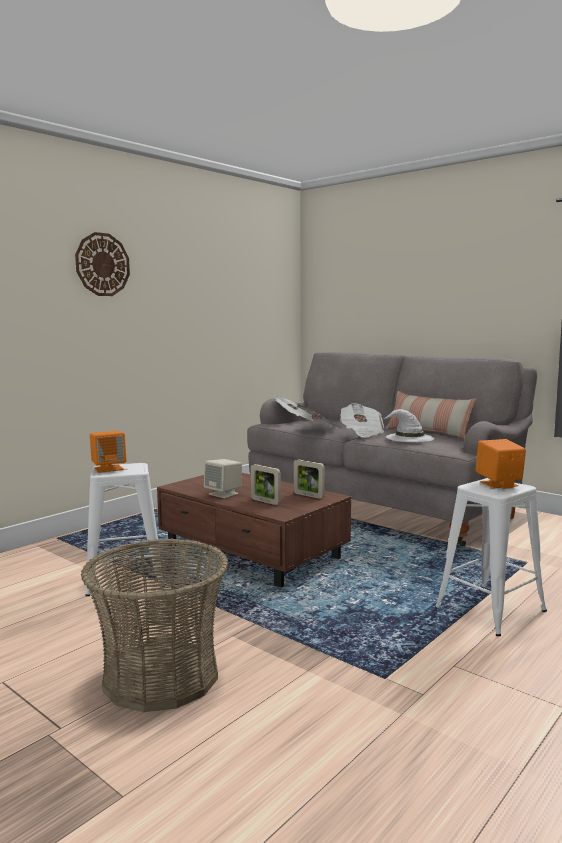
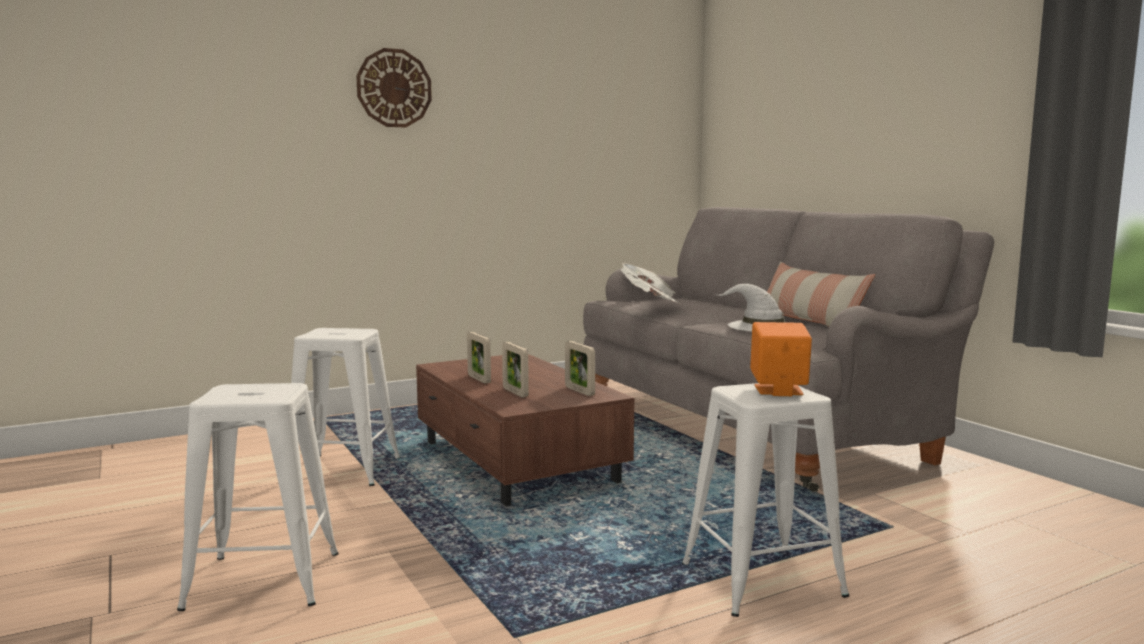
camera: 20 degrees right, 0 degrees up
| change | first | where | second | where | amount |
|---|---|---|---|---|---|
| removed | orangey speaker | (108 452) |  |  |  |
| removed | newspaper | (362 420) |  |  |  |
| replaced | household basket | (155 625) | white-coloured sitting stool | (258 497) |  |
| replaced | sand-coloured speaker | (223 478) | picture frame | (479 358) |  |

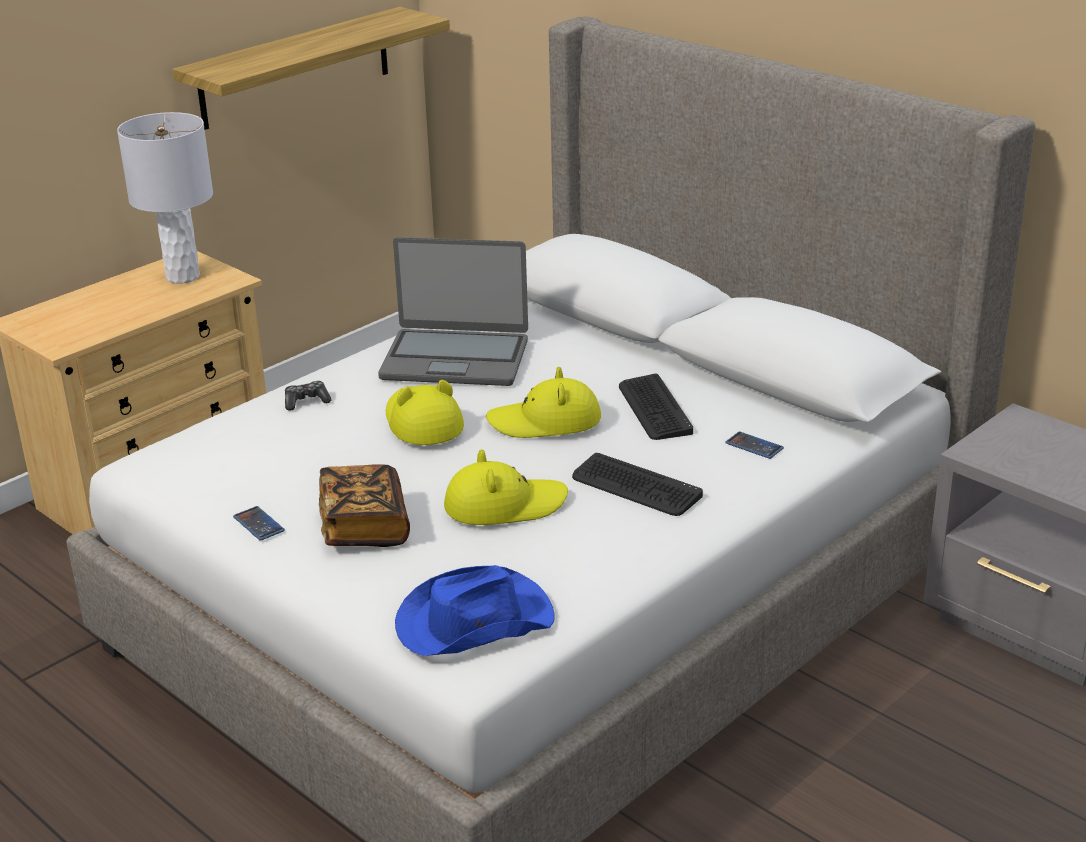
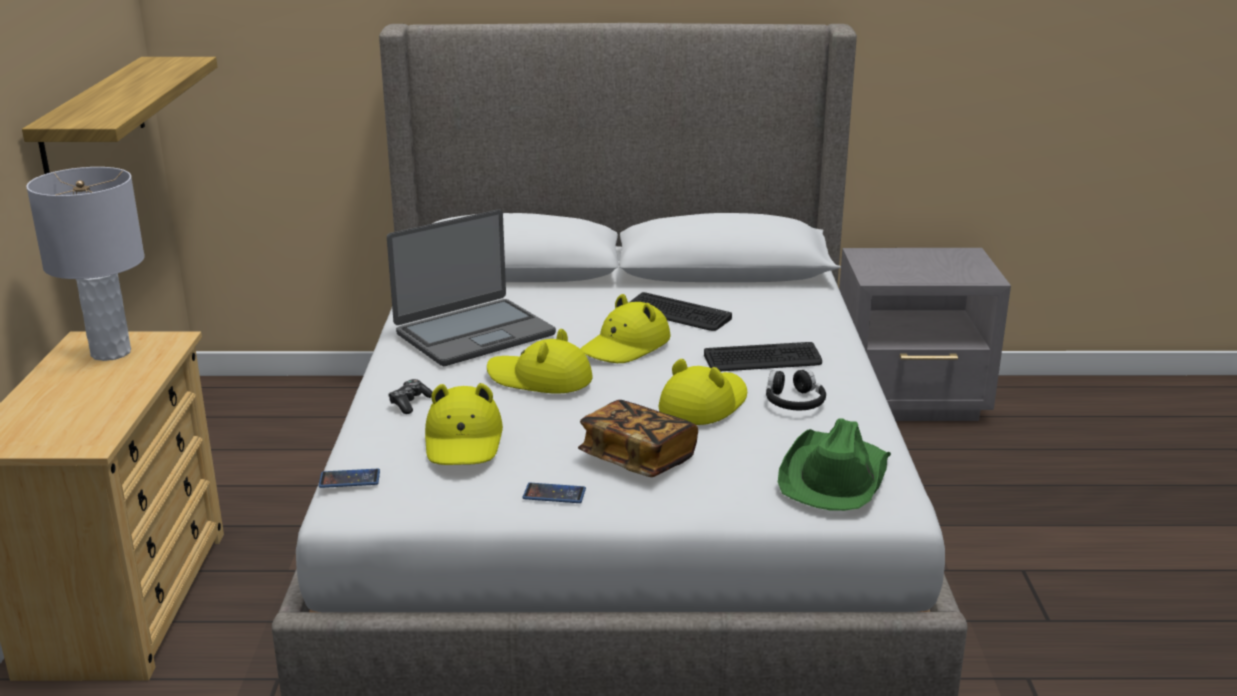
camera: 45 degrees left, 5 degrees down
| change | first | where | second | where | amount |
|---|---|---|---|---|---|
| added |  |  | yellowish hat | (464 424) |  |
| added |  |  | black headphones | (796 389) |  |
| moved | telephone | (754 445) |  | (349 478) |  |
| recoloured | blue hat | (475 610) | green-coloured hat | (834 464) |  |

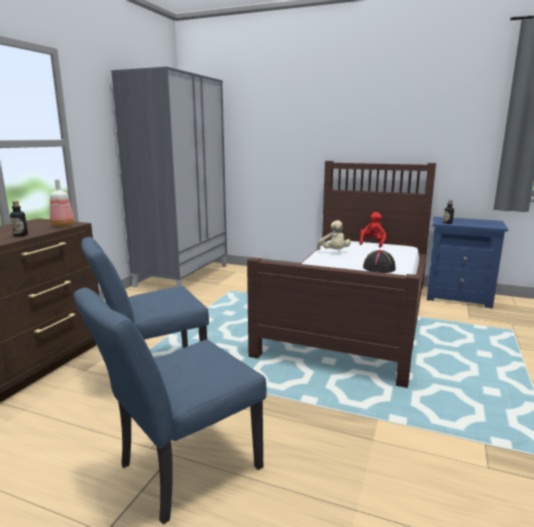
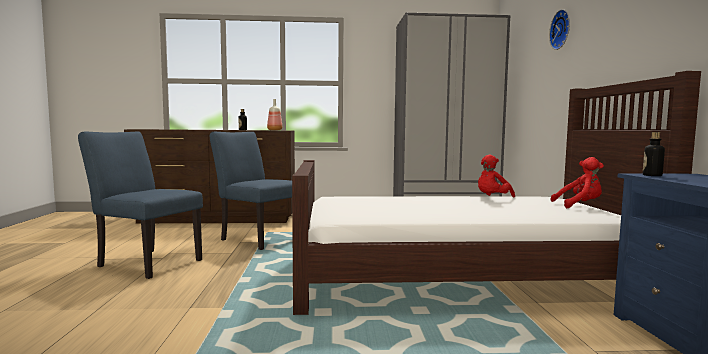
camera: 65 degrees right, 10 degrees down
| change | first | where | second | where | amount |
|---|---|---|---|---|---|
| removed | black hat | (379 261) |  |  |  |
| added |  |  | hanging clock | (559 29) |  |
| recoloured | sand-coloured soft toy | (334 235) | red-coloured soft toy | (496 176) |  |

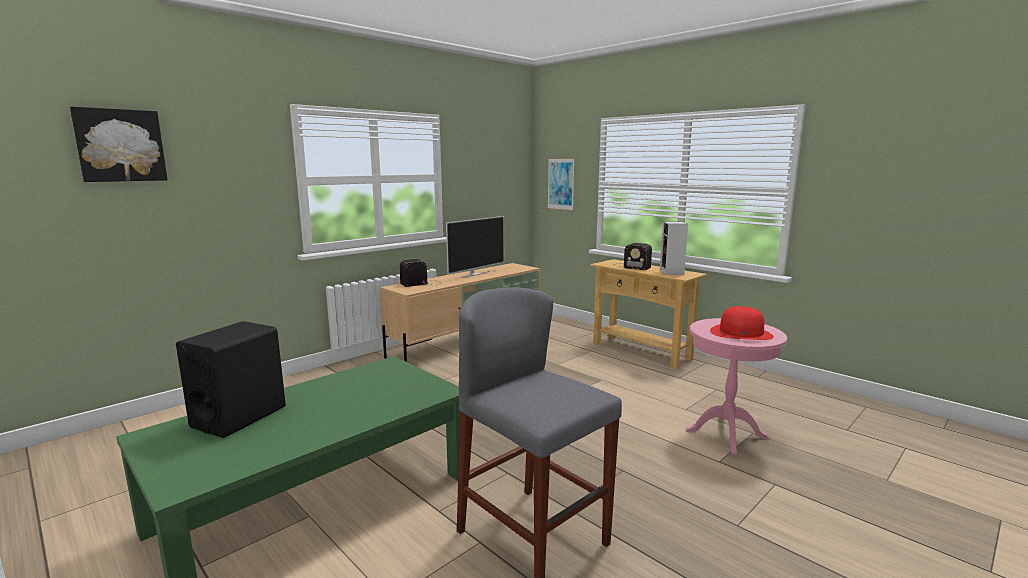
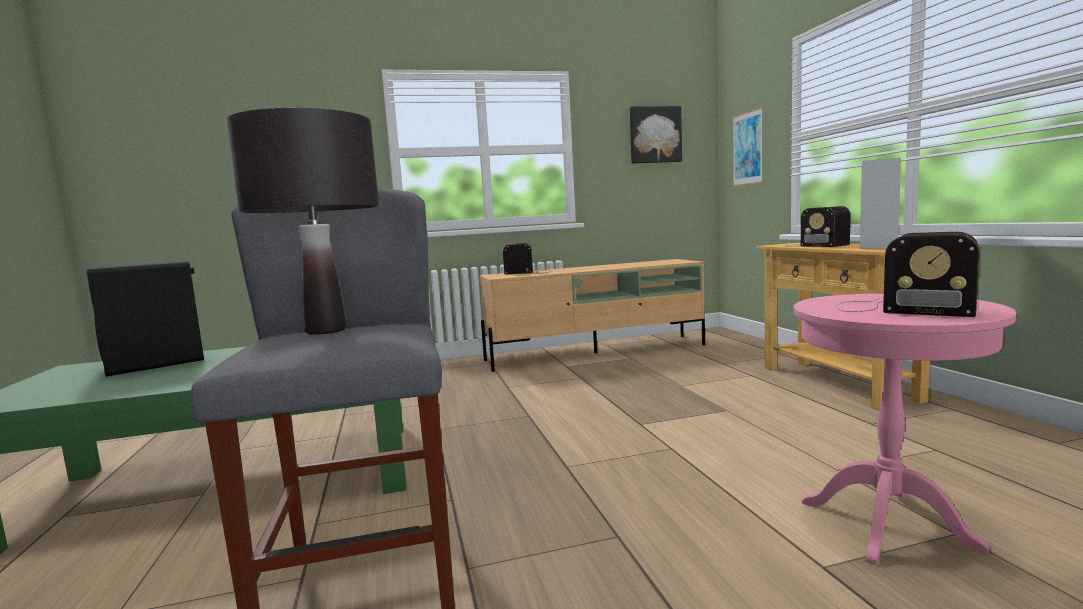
camera: 30 degrees right, 5 degrees down
| change | first | where | second | where | amount |
|---|---|---|---|---|---|
| removed | television | (475 247) |  |  |  |
| added |  |  | black lamp for a table | (302 221) |  |
| moved | wall art | (119 144) |  | (656 135) |  |
| replaced | red-coloured hat | (742 323) | radio set | (908 274) |  |

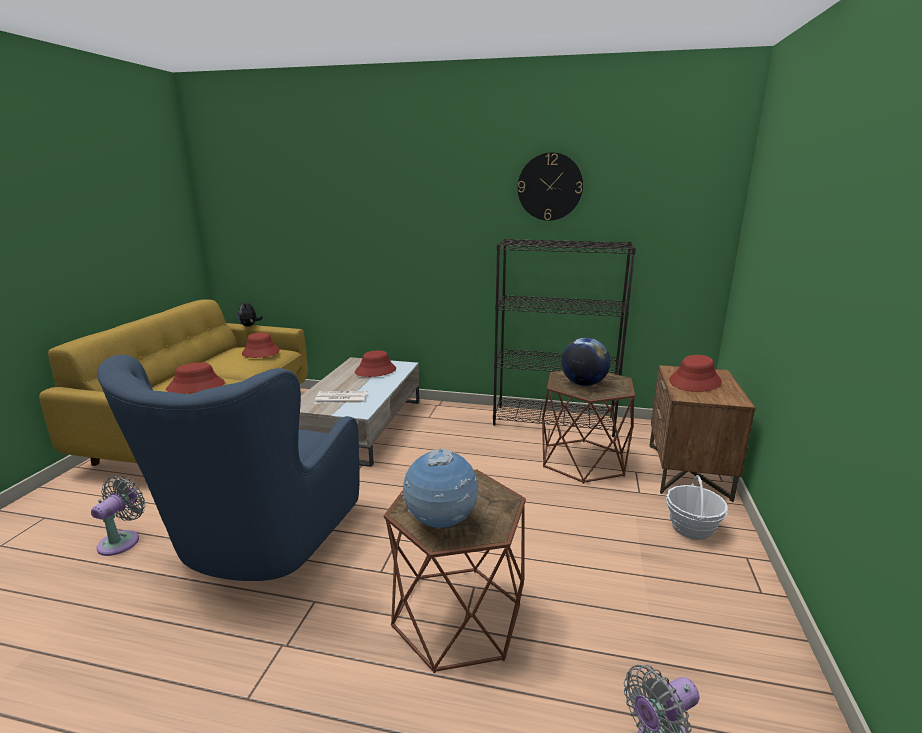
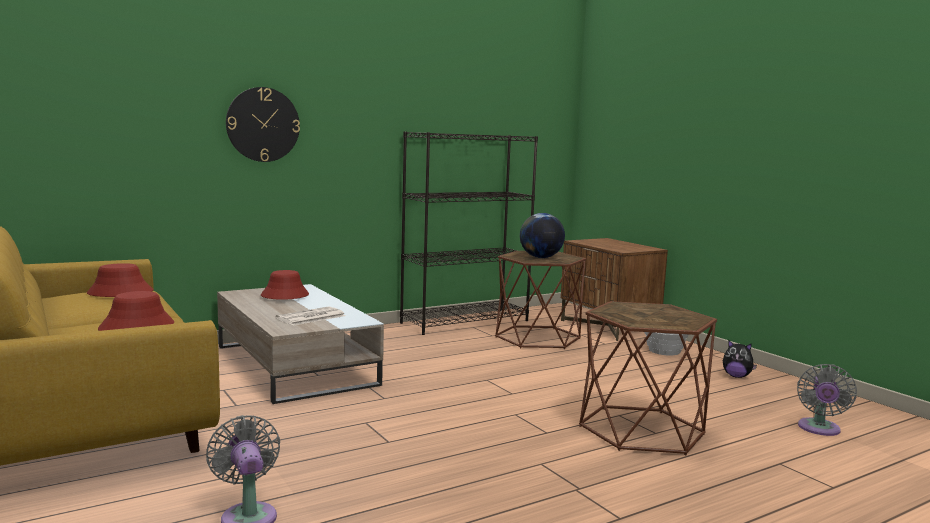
camera: 45 degrees left, 10 degrees down
| change | first | where | second | where | amount |
|---|---|---|---|---|---|
| removed | blue easy chair | (228 468) |  |  |  |
| removed | desk globe | (439 488) |  |  |  |
| removed | red-coloured hat | (695 373) |  |  |  |
| moved | soft toy | (250 313) |  | (740 359) |  |
| moved | hanging clock | (550 186) |  | (263 124) |  |

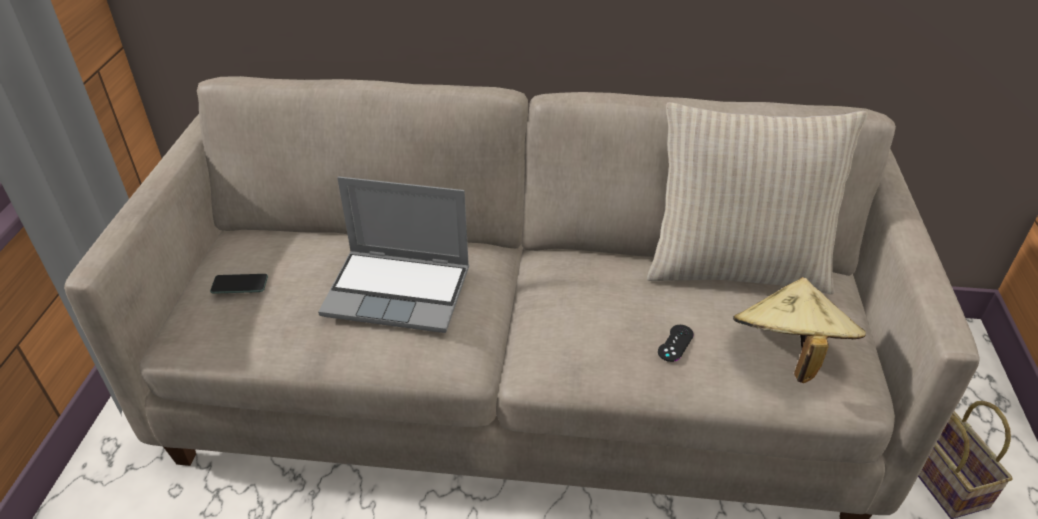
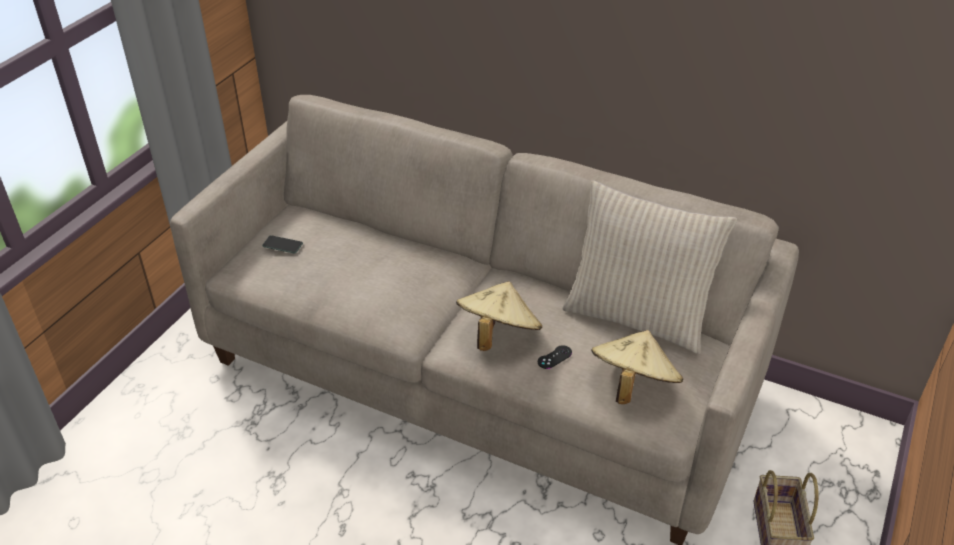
camera: 20 degrees right, 0 degrees up
| change | first | where | second | where | amount |
|---|---|---|---|---|---|
| removed | portable computer | (393 255) |  |  |  |
| added |  |  | sand-coloured hat | (499 316) |  |

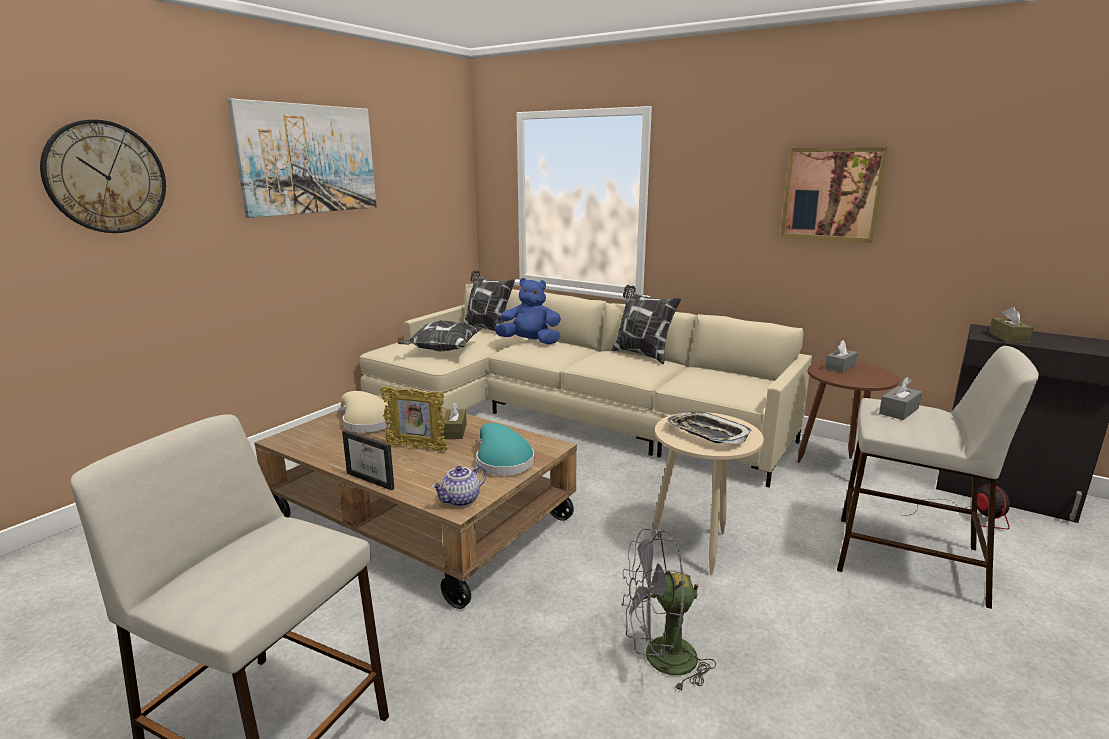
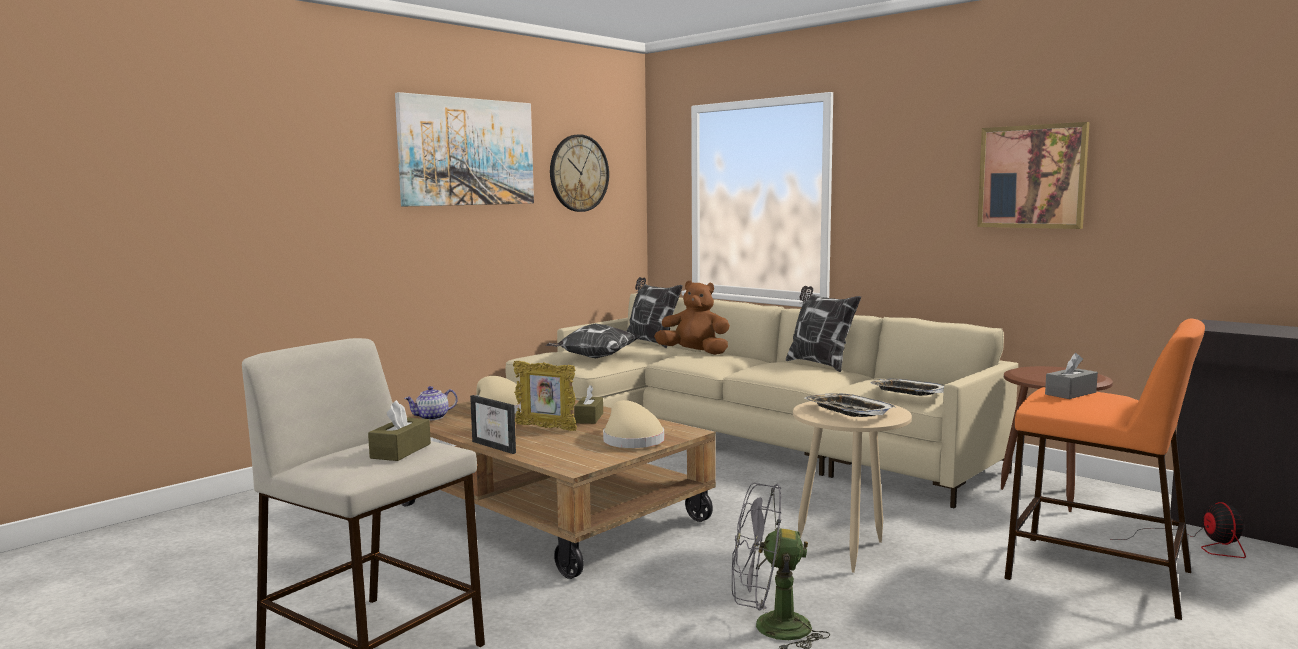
camera: 10 degrees right, 10 degrees down
| change | first | where | second | where | amount |
|---|---|---|---|---|---|
| removed | gray tissue holder | (841 356) |  |  |  |
| added |  |  | tray | (907 387) |  |
| moved | hanging clock | (103 176) |  | (579 173) |  |
| moved | pot for tea | (459 486) |  | (431 403) |  |
| moved | brown tissue holder | (1011 325) |  | (399 430) |  |
| recoloured | turquoise hat | (505 449) | sand-coloured hat | (633 424) |  |
| recoloured | blue soft toy | (527 311) | brown soft toy | (692 317) |  |
| recoloured | sand-coloured sitting stool | (938 477) | orangey sitting stool | (1104 469) |  |

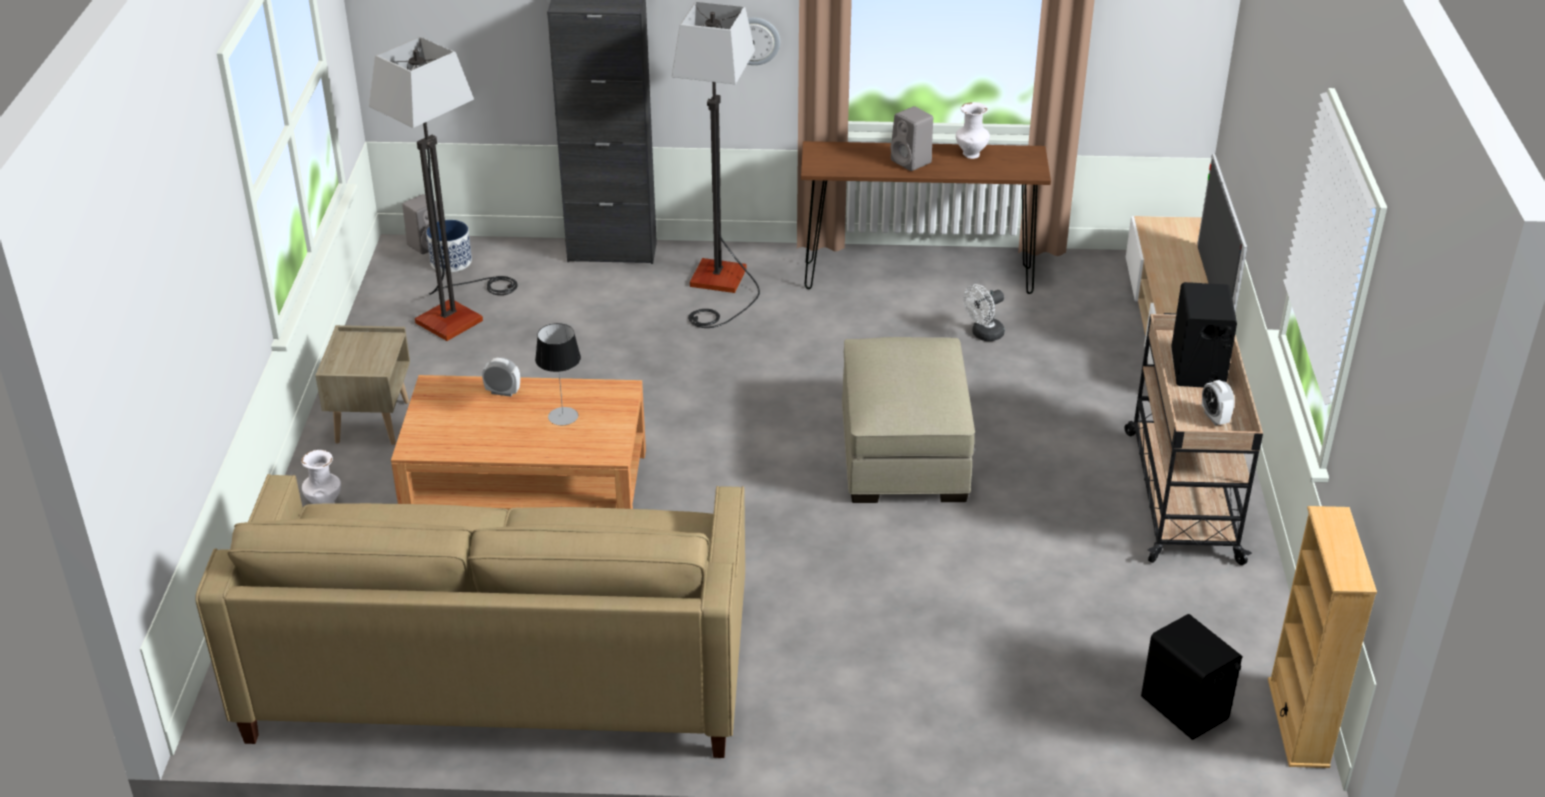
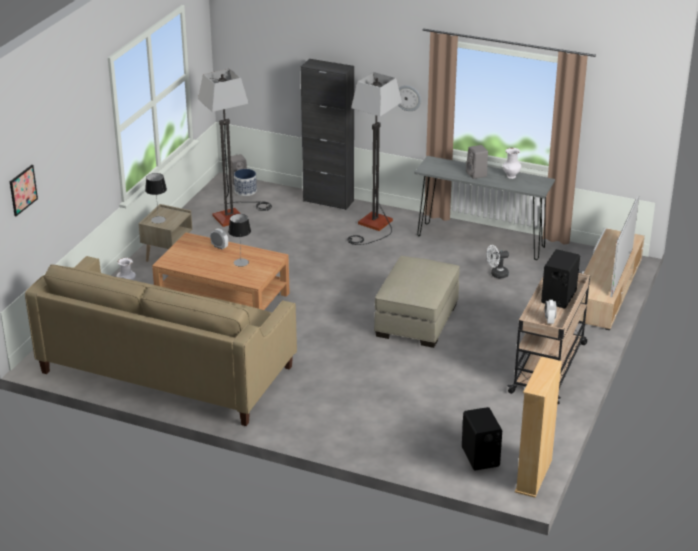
camera: 20 degrees right, 5 degrees down
| change | first | where | second | where | amount |
|---|---|---|---|---|---|
| added |  |  | wall art | (24 190) |  |
| added |  |  | lamp for a table | (156 198) |  |
| recoloured | brown hall table | (926 217) | gray hall table | (484 208) |  |

